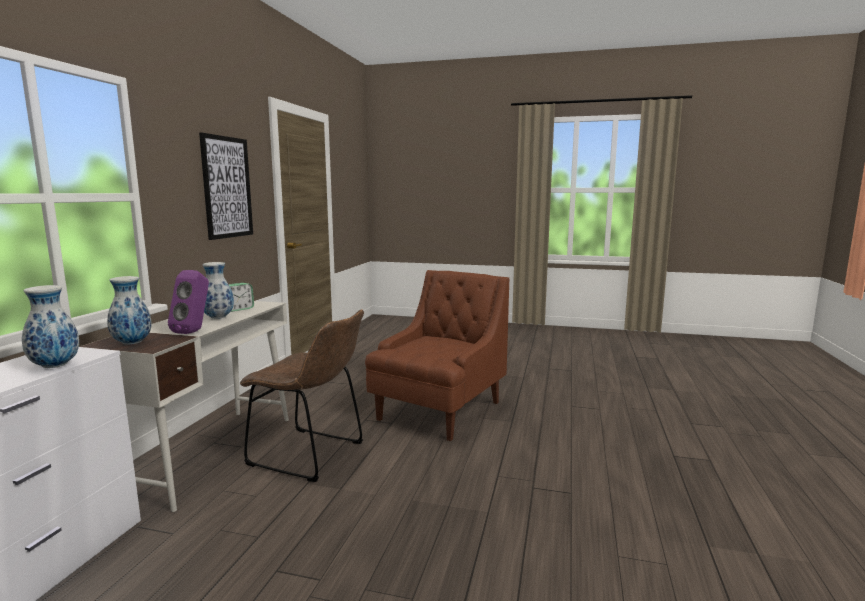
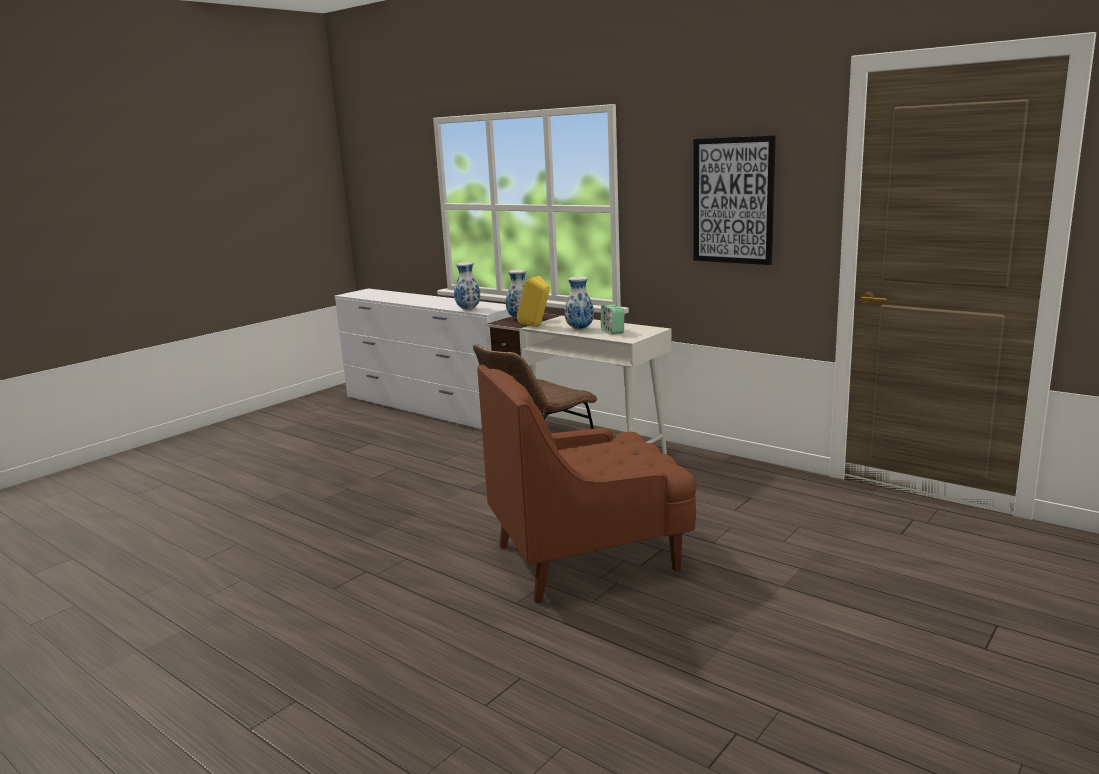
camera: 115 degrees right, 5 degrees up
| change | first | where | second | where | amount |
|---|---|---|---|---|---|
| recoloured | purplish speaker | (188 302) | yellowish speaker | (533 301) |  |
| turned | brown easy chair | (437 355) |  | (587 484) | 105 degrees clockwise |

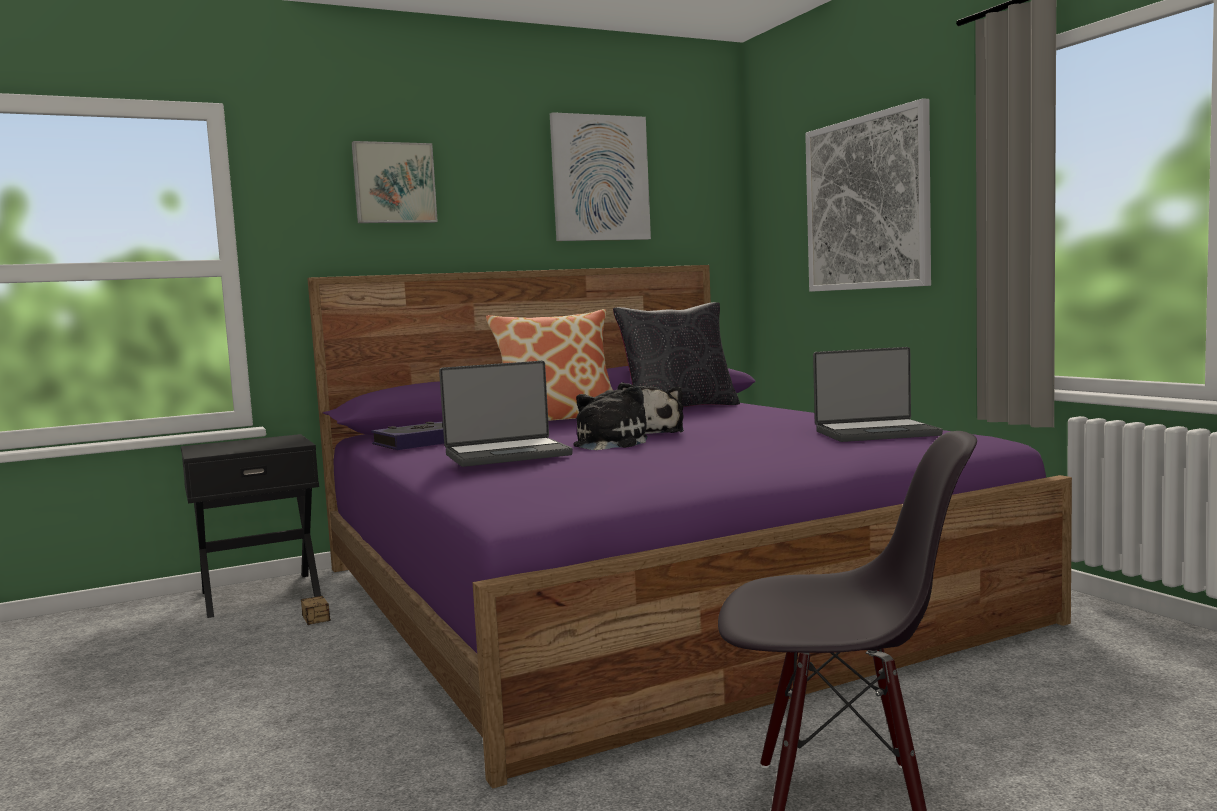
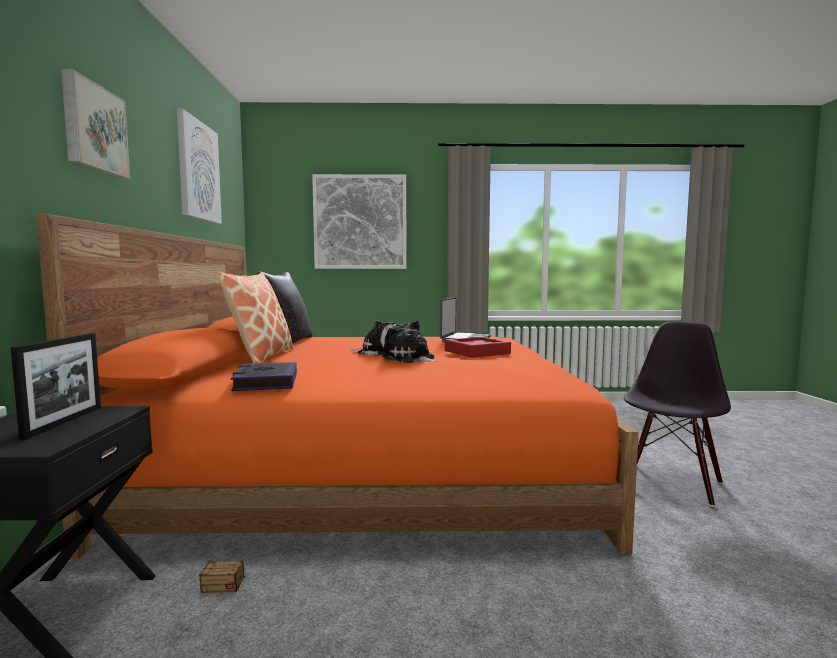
camera: 65 degrees left, 0 degrees up
| change | first | where | second | where | amount |
|---|---|---|---|---|---|
| removed | portable computer | (506 414) |  |  |  |
| added |  |  | picture frame | (56 386) |  |
| added |  |  | red-coloured tray | (478 347) |  |
| recoloured | purplish bed | (689 526) | orangey bed | (337 386) |  |

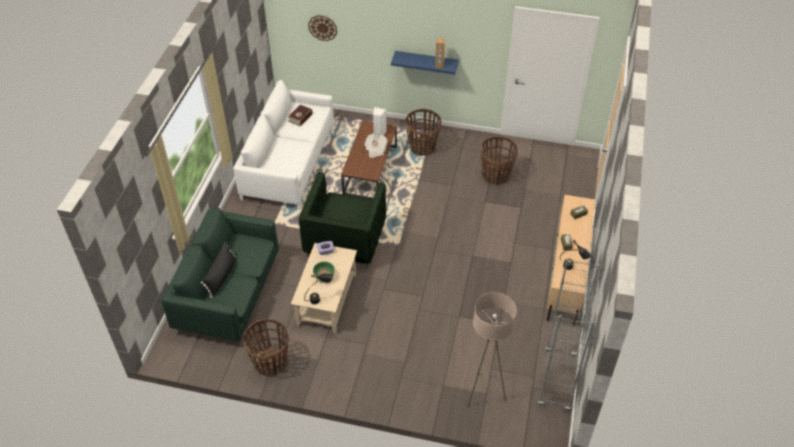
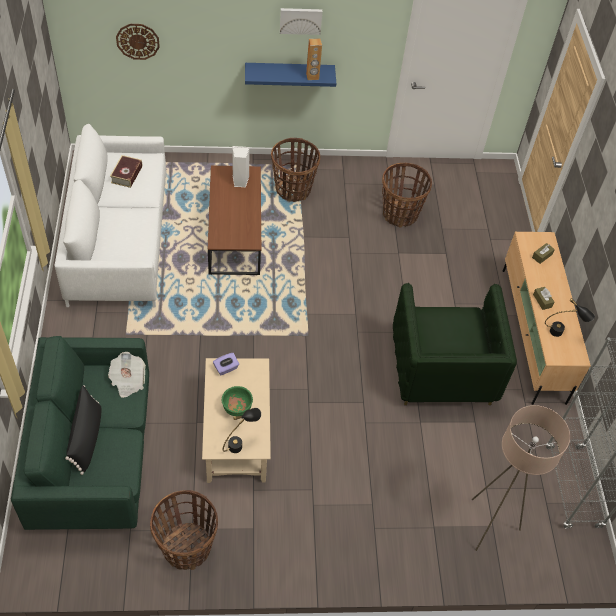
camera: 20 degrees left, 5 degrees up
| change | first | where | second | where | amount |
|---|---|---|---|---|---|
| added |  |  | wall art | (301 21) |  |
| moved | green-coloured easy chair | (342 220) |  | (455 344) |  |
| moved | newspaper | (376 145) |  | (127 375) |  |

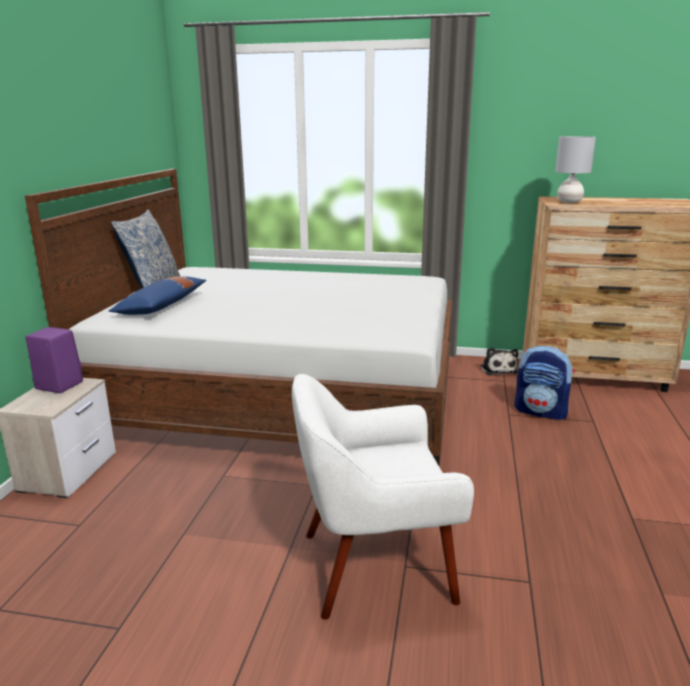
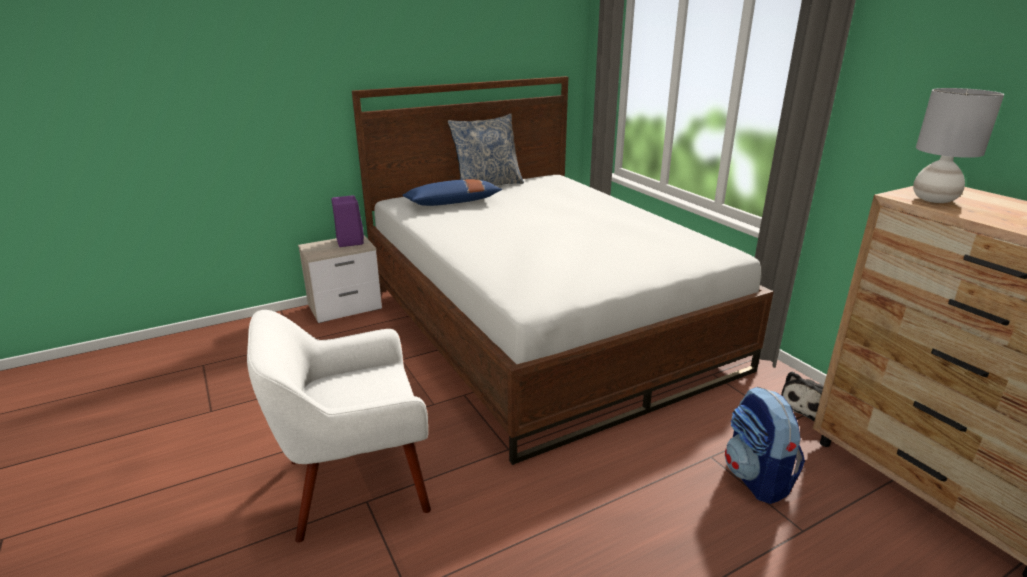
camera: 50 degrees right, 5 degrees up
| change | first | where | second | where | amount |
|---|---|---|---|---|---|
| turned | white-coloured easy chair | (383 497) |  | (339 426) | 60 degrees counterclockwise |

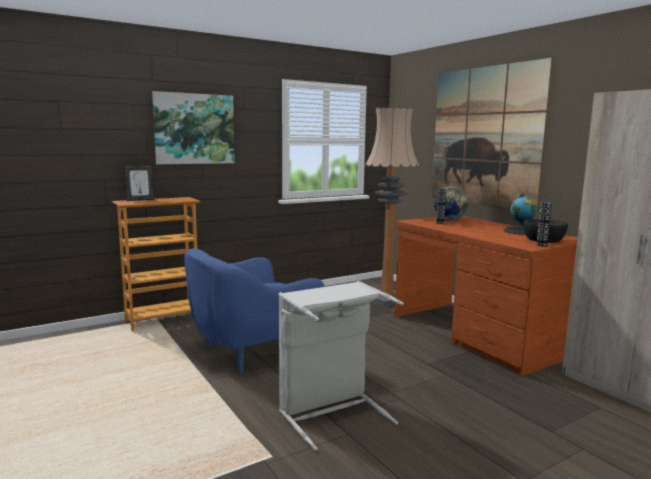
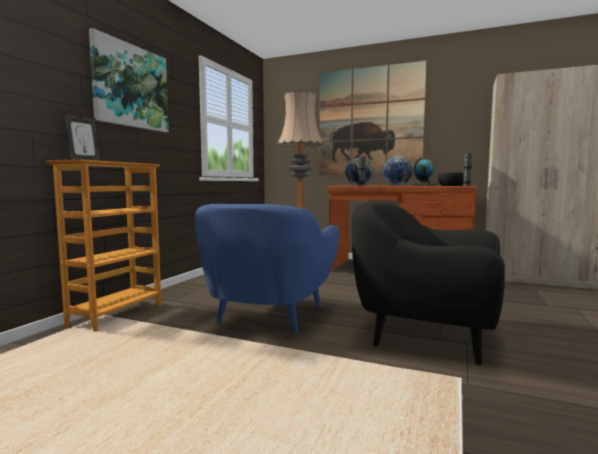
camera: 35 degrees left, 5 degrees down
| change | first | where | second | where | amount |
|---|---|---|---|---|---|
| added |  |  | desk globe | (398 171) |  |
| replaced | gray laundry basket | (341 366) | black easy chair | (428 283) |  |

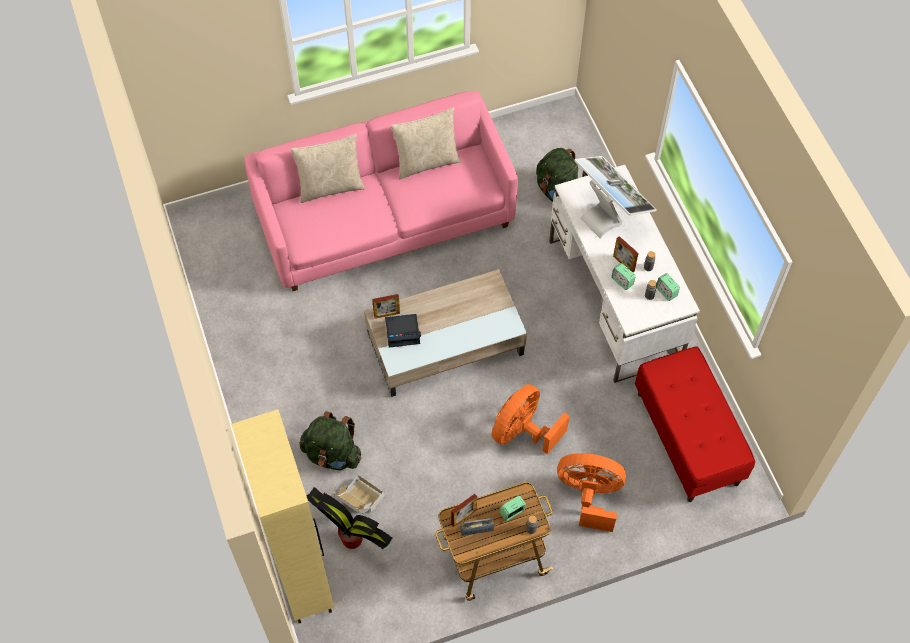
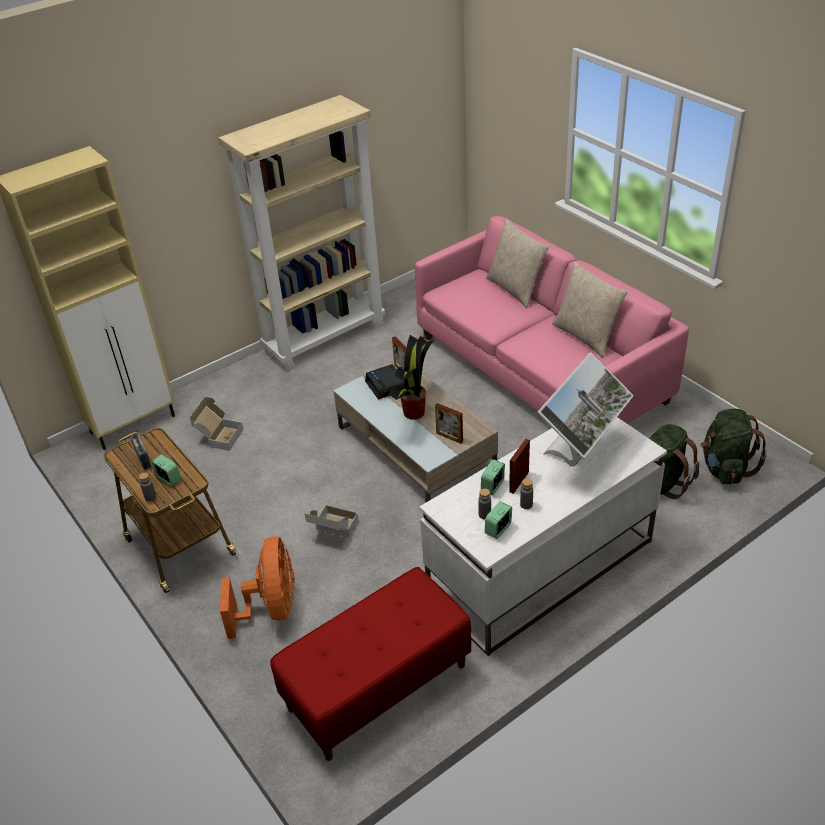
camera: 75 degrees right, 20 degrees down
| change | first | where | second | where | amount |
|---|---|---|---|---|---|
| added |  |  | sand-coloured bookshelf | (301 233) |  |
| moved | green-coloured backpack | (330 440) |  | (734 447) |  |
| moved | plant in a pot | (349 518) |  | (411 377) |  |
| moved | picture frame | (464 510) |  | (449 423) |  |
| replaced | orangey cooling fan | (530 419) | packing box | (331 521) |  |

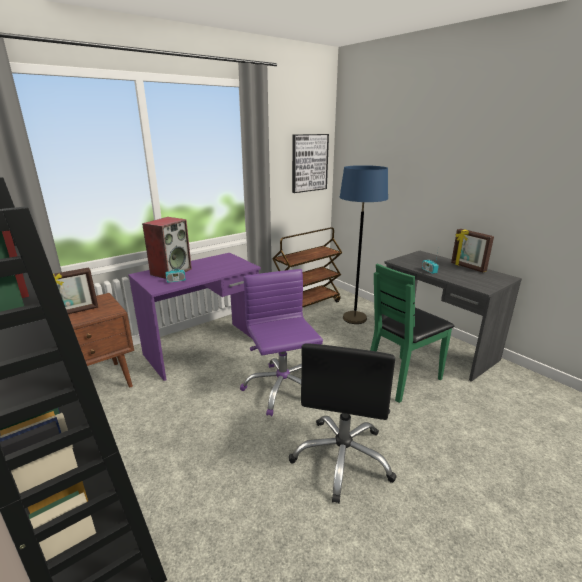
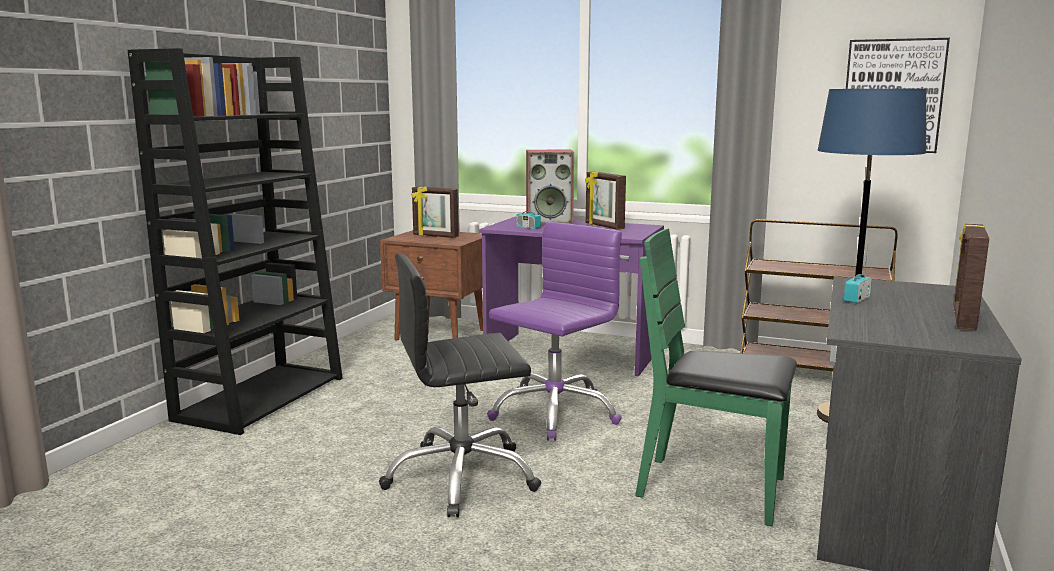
camera: 60 degrees right, 10 degrees down
| change | first | where | second | where | amount |
|---|---|---|---|---|---|
| added |  |  | picture frame | (605 200) |  |

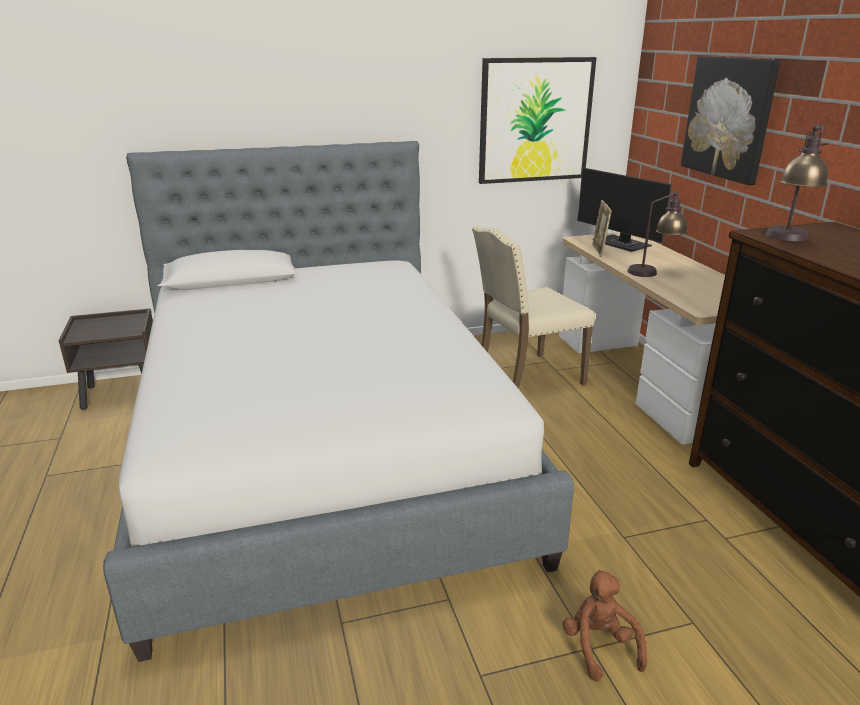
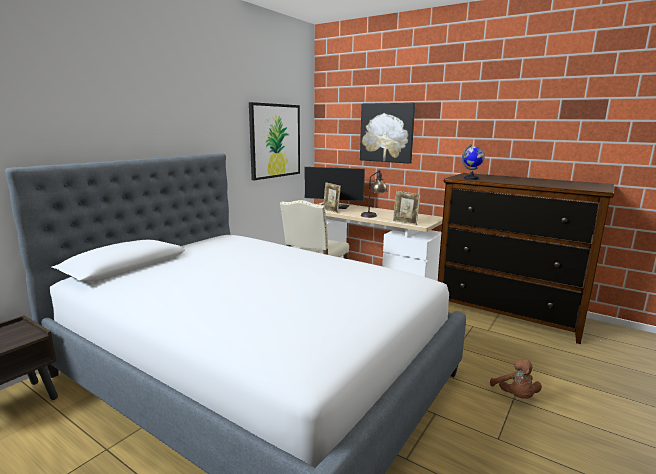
camera: 40 degrees left, 10 degrees down
| change | first | where | second | where | amount |
|---|---|---|---|---|---|
| added |  |  | picture frame | (407 208) |  |
| replaced | lamp for a table | (797 182) | desk globe | (473 162) |  |
| turned | brown soft toy | (604 626) |  | (516 379) | 135 degrees counterclockwise |

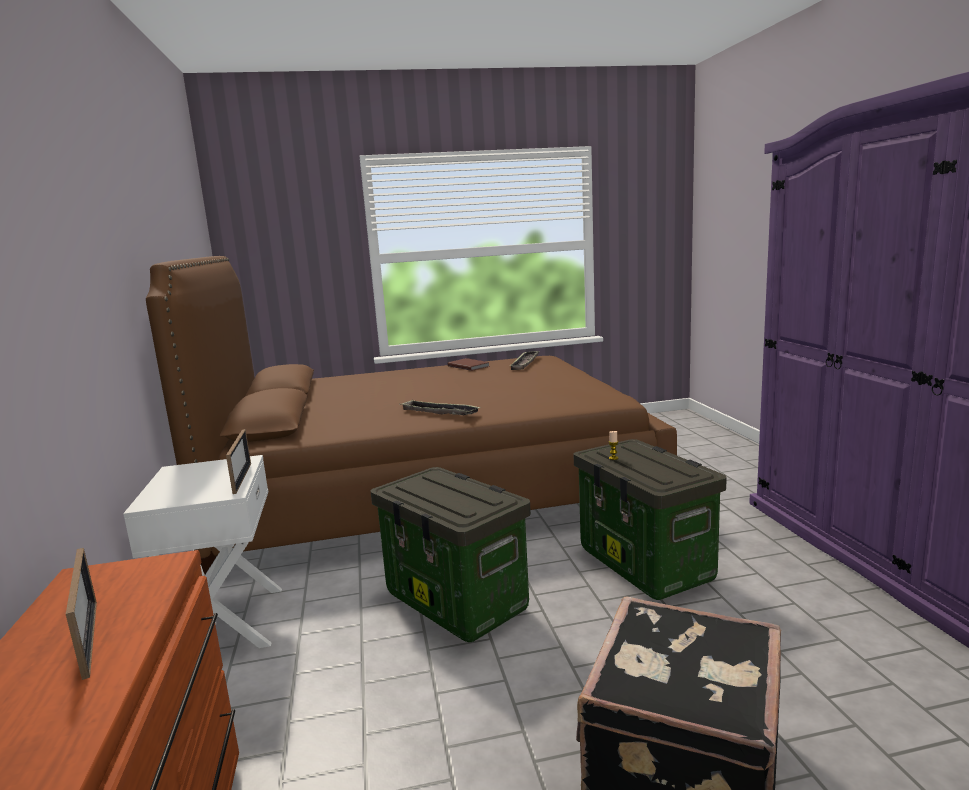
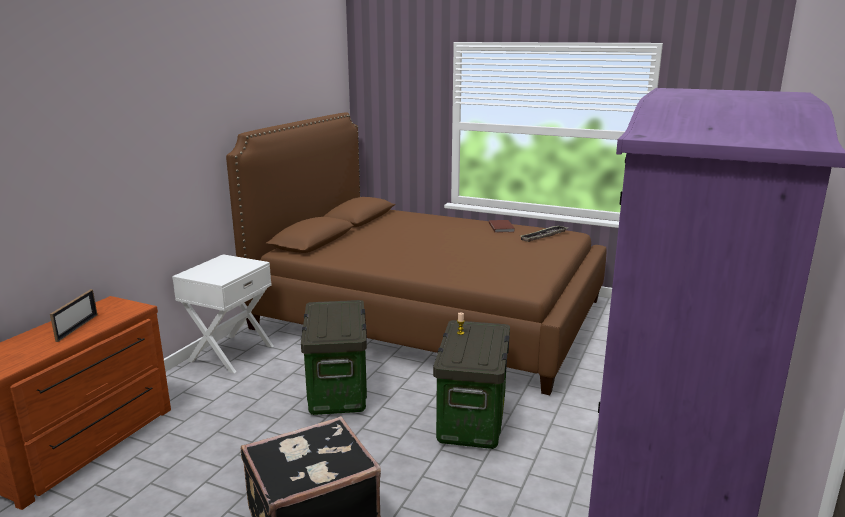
camera: 35 degrees right, 5 degrees up
| change | first | where | second | where | amount |
|---|---|---|---|---|---|
| removed | picture frame | (238 461) |  |  |  |
| removed | tray | (439 407) |  |  |  |

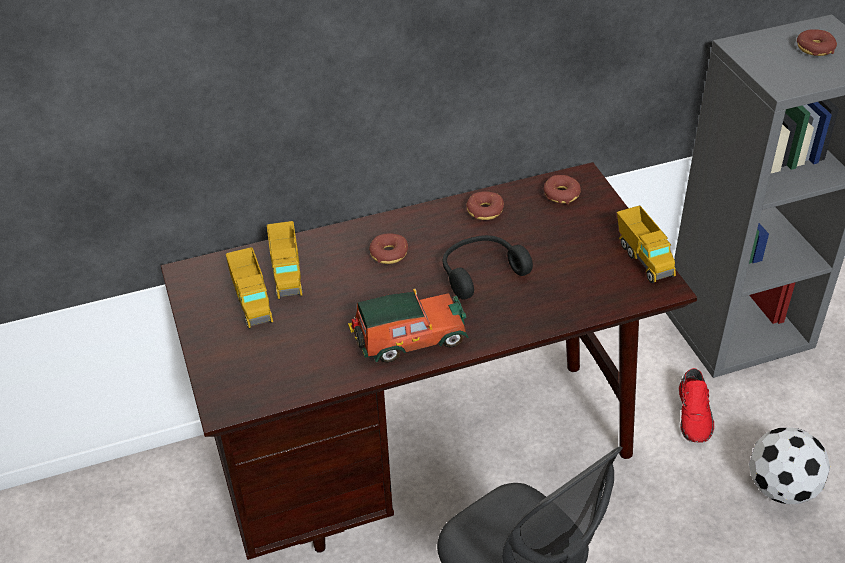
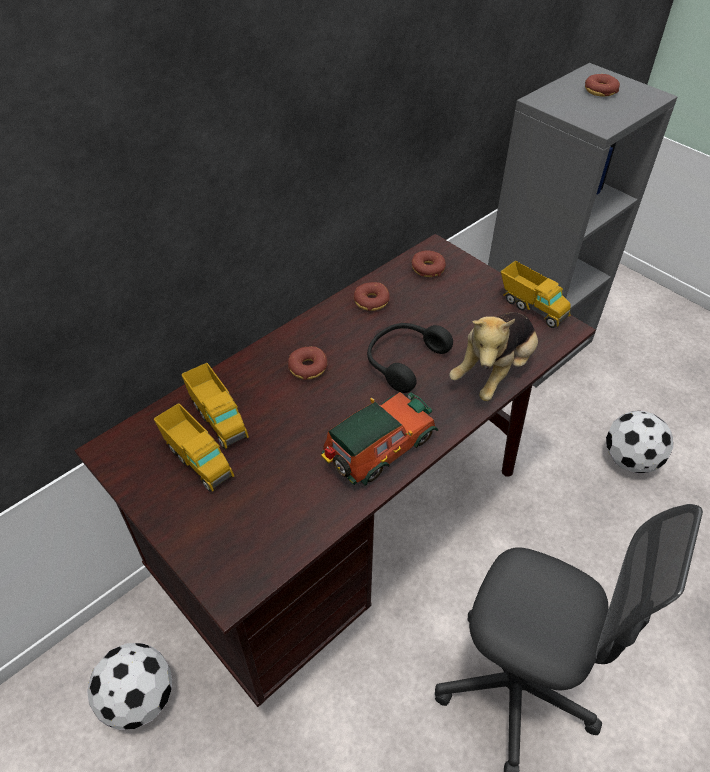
camera: 25 degrees left, 5 degrees up
| change | first | where | second | where | amount |
|---|---|---|---|---|---|
| removed | red-coloured item of footwear | (696 405) |  |  |  |
| added |  |  | football | (129 686) |  |
| added |  |  | soft toy | (493 356) |  |

